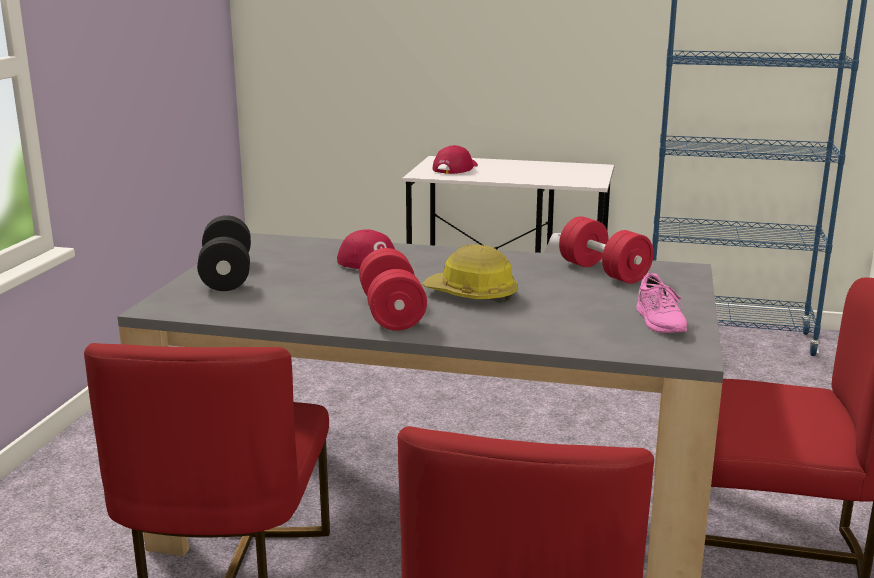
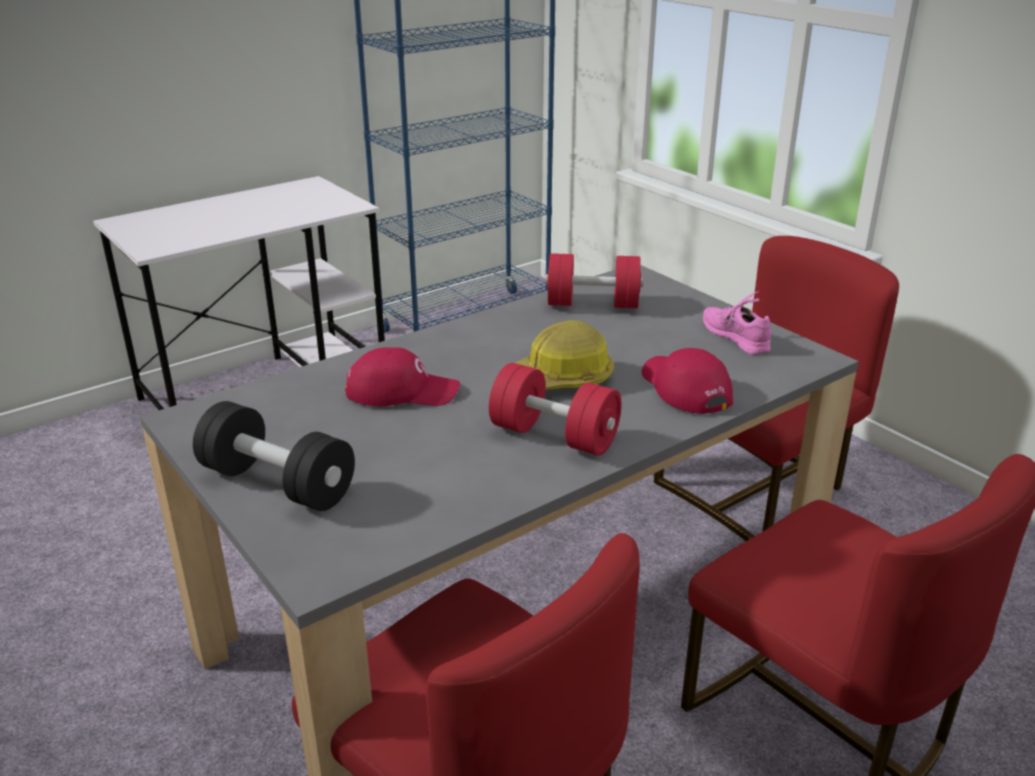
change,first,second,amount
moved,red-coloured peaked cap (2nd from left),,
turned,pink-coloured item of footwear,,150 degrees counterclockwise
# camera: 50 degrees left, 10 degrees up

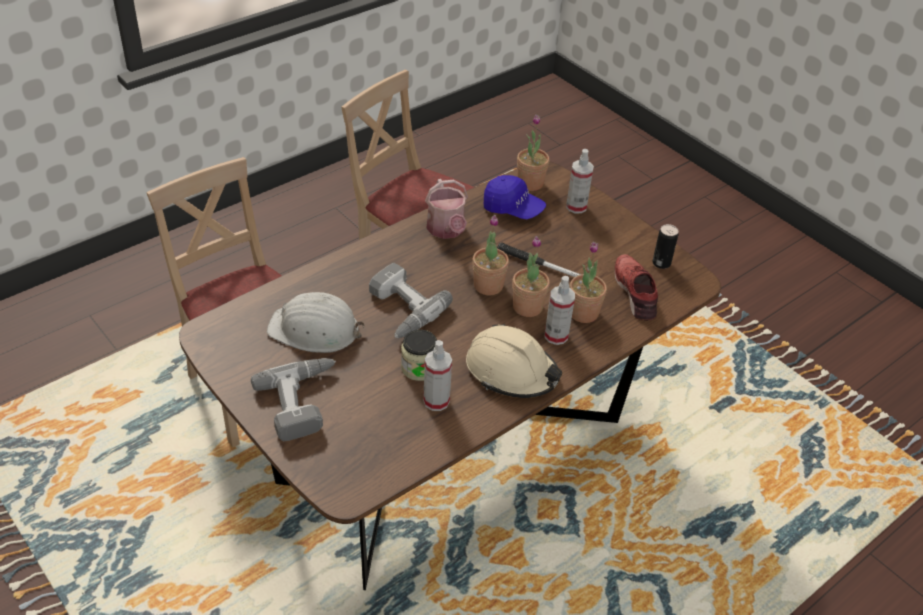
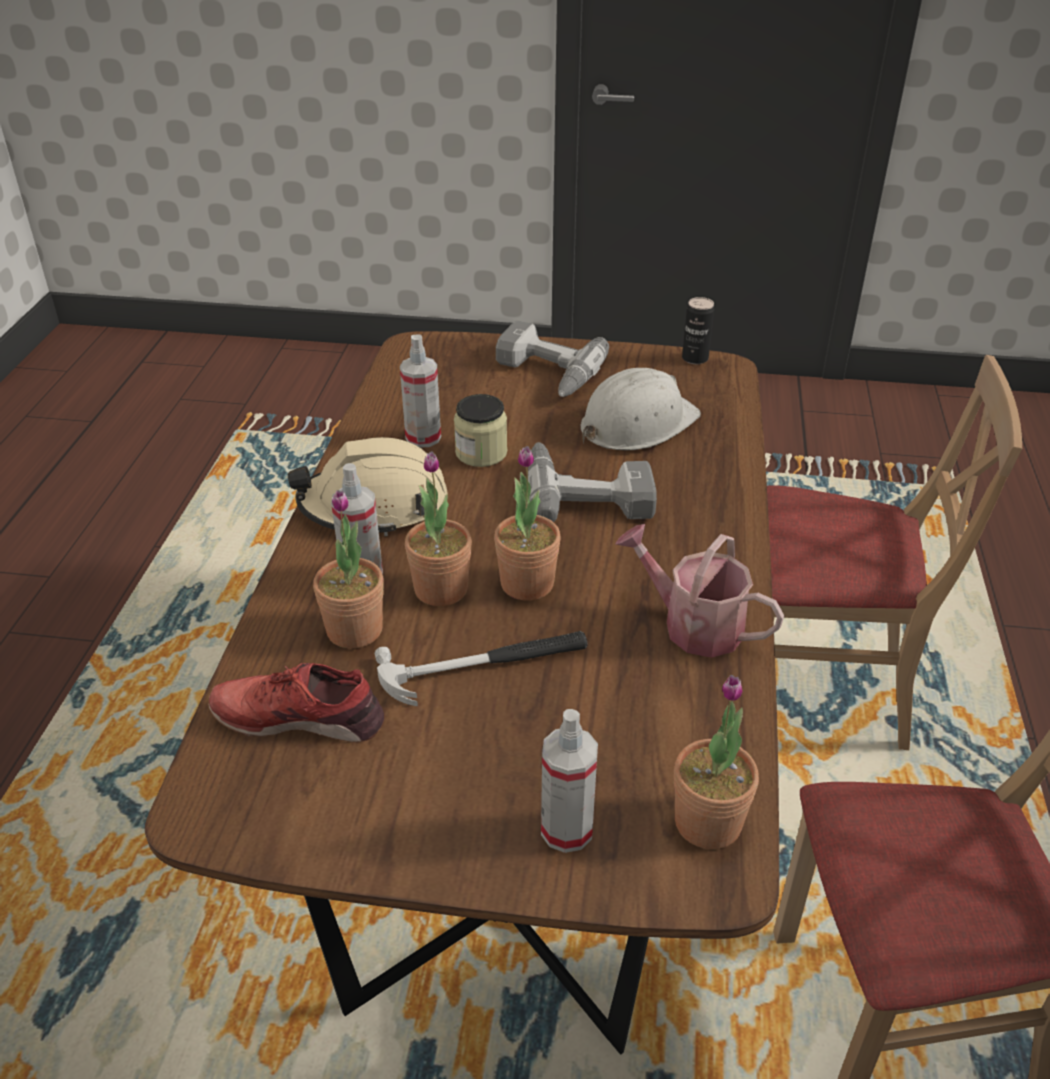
change,first,second,amount
removed,bluish peaked cap,,
moved,can,,
turned,red-coloured item of footwear,,150 degrees clockwise
# camera: 140 degrees right, 5 degrees down

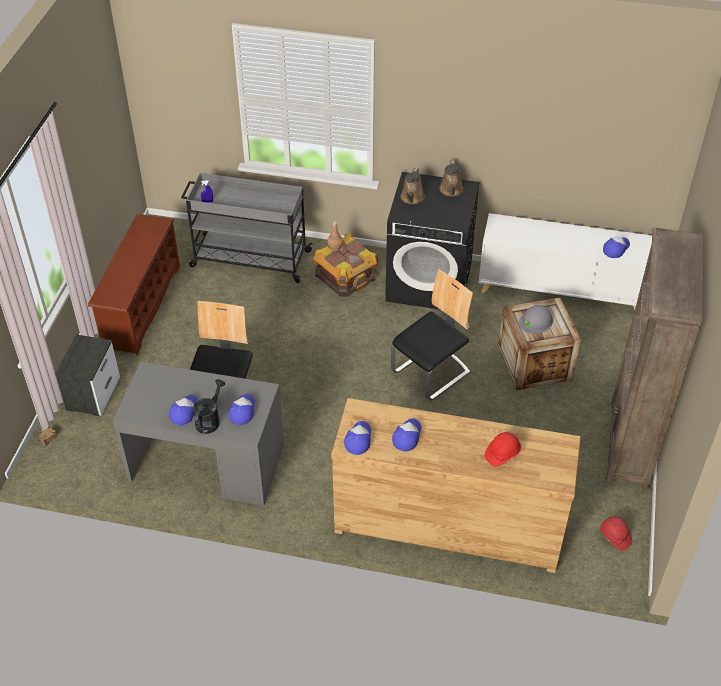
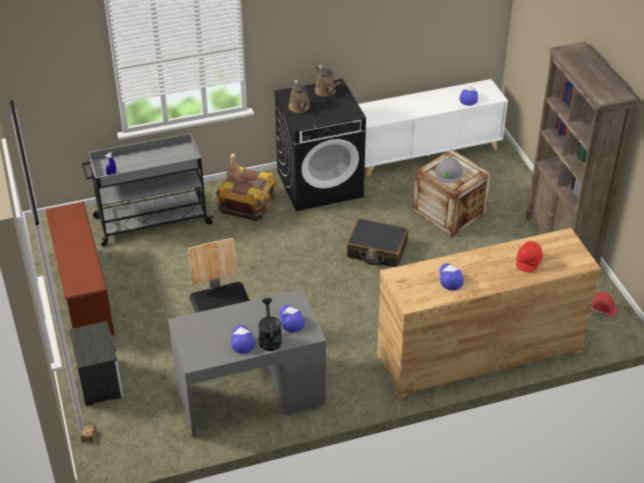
change,first,second,amount
replaced,plain chair (2nd from left),blackish travel case,
removed,peaked cap (3rd from left),,
# camera: 30 degrees left, 5 degrees down

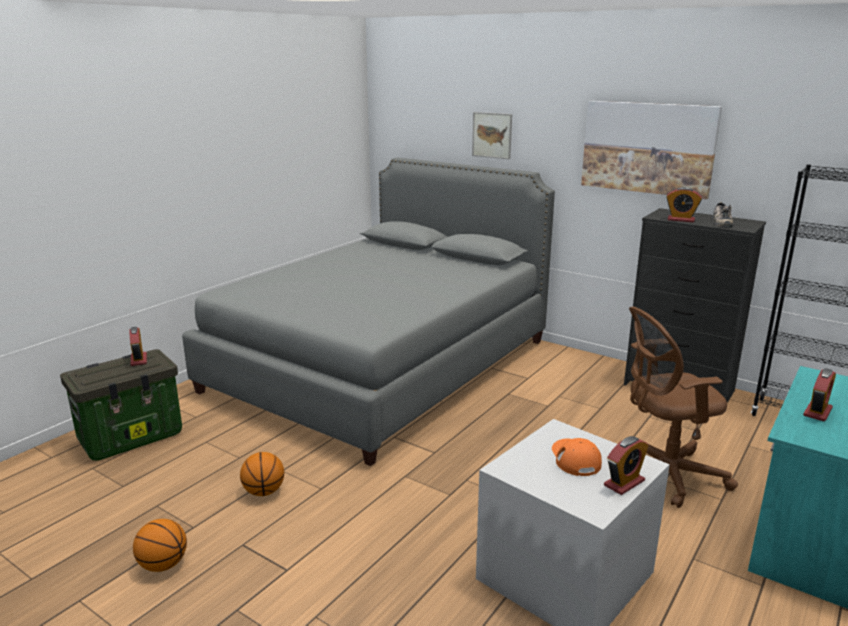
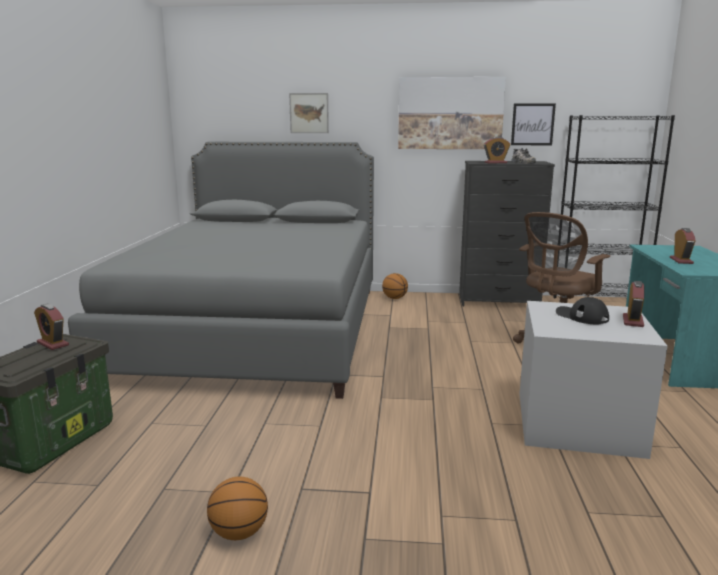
change,first,second,amount
recoloured,orangey peaked cap,blackish peaked cap,
moved,basketball ball (2nd from left),,
added,,wall picture (3rd from left),
# camera: 30 degrees left, 5 degrees down

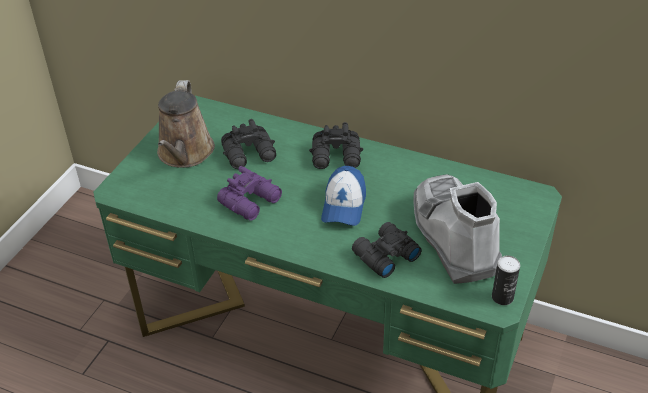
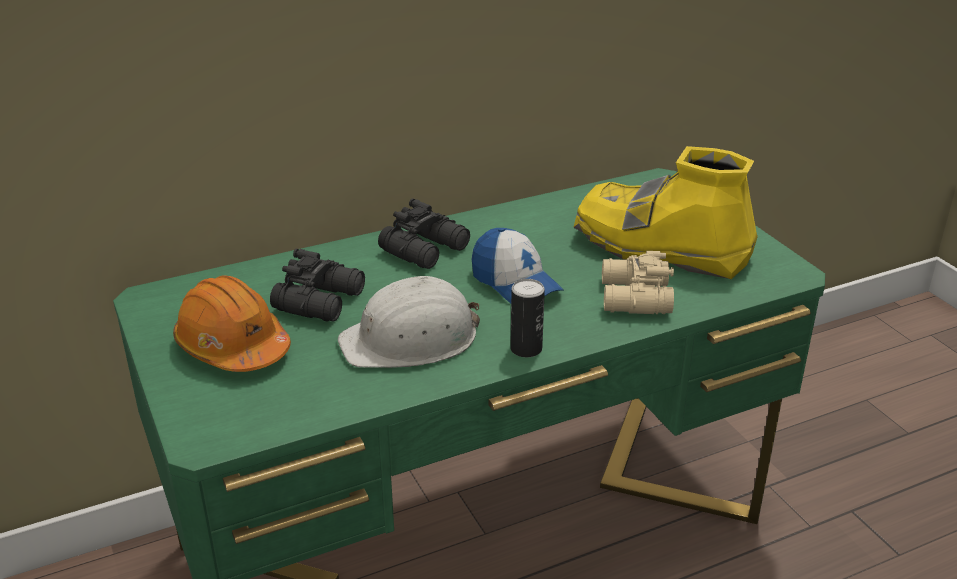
change,first,second,amount
replaced,brown watering can,orangey safety helmet,
replaced,purple binoculars,white-coloured safety helmet,
recoloured,grey tall boot,yellowish tall boot,
recoloured,blackish binoculars (3rd from left),sand-coloured binoculars,
moved,can,,
# camera: 50 degrees left, 10 degrees down

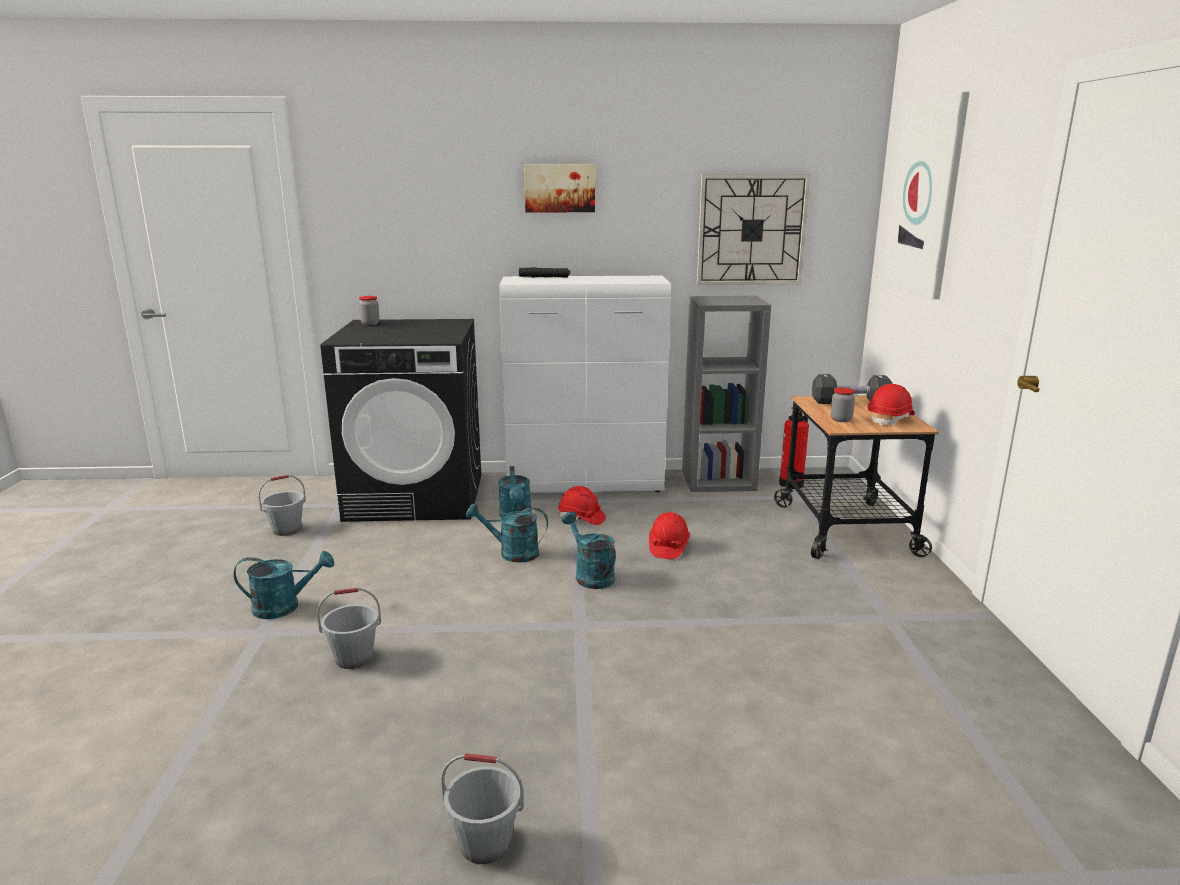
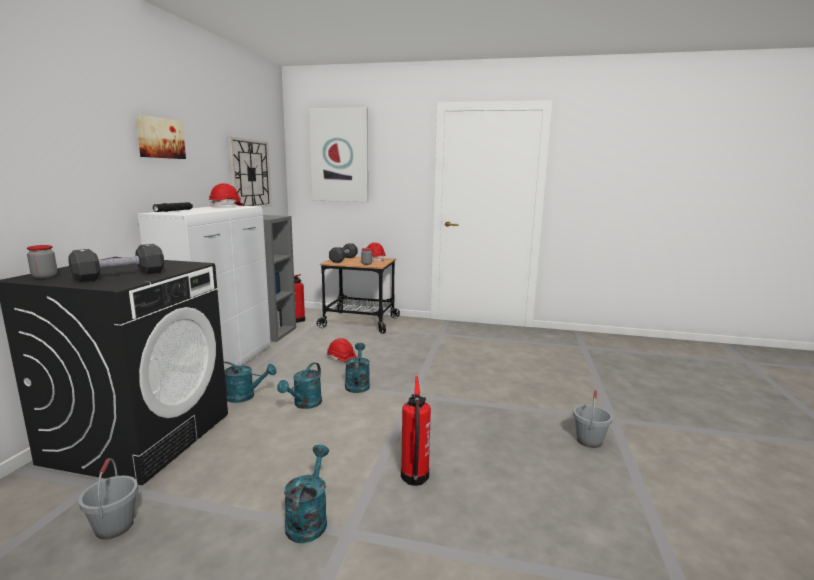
change,first,second,amount
moved,red-coloured safety helmet (1st from left),,
turned,turquoise-coloured watering can (4th from left),,105 degrees clockwise
replaced,grey bucket (2nd from left),fire extinguisher (2nd from left),
added,,blackish free weight (1st from left),
# camera: 75 degrees left, 5 degrees down

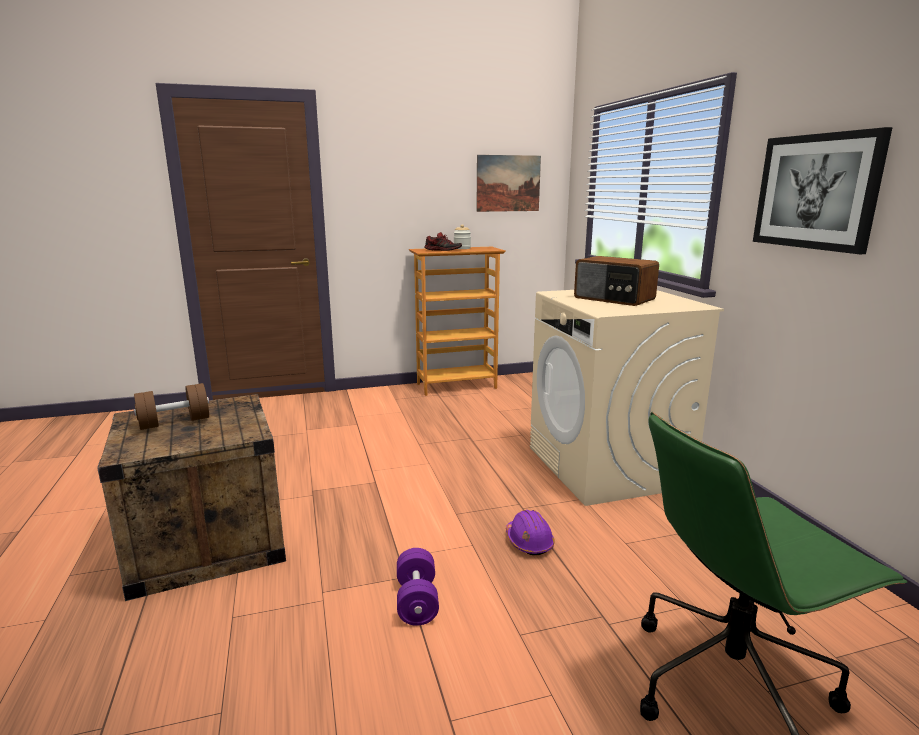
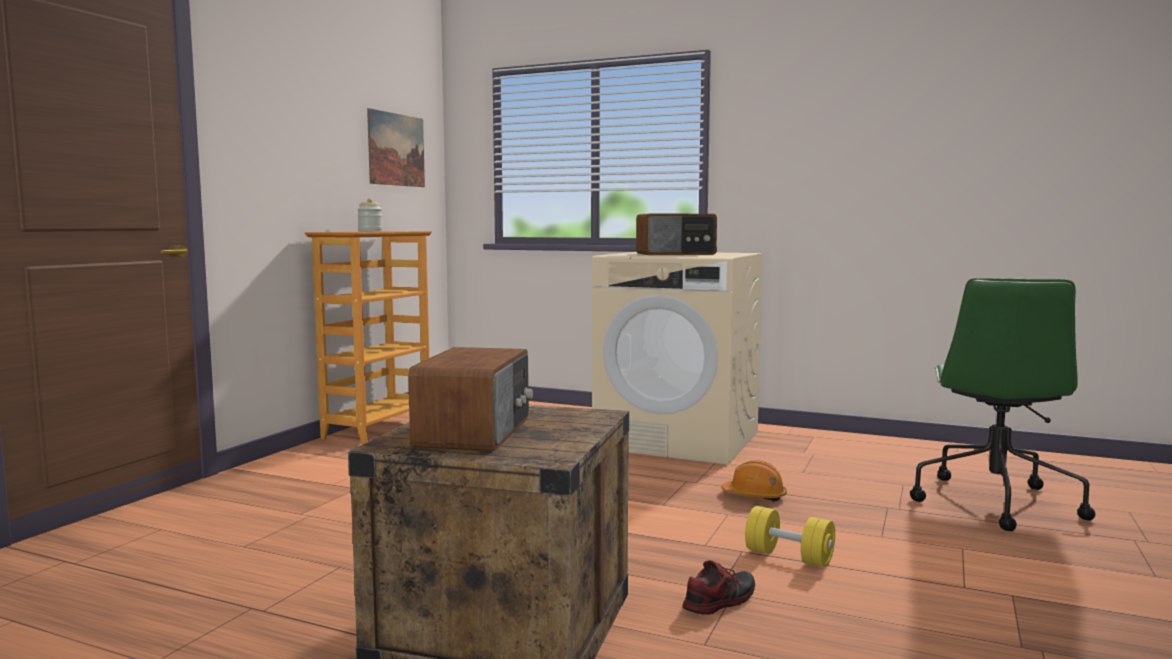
change,first,second,amount
removed,wall picture (2nd from left),,
moved,item of footwear,,
replaced,brown free weight,radio receiver (1st from left),
recoloured,purple safety helmet,orangey safety helmet,
recoloured,purple free weight,yellowish free weight,
# camera: 50 degrees left, 10 degrees down

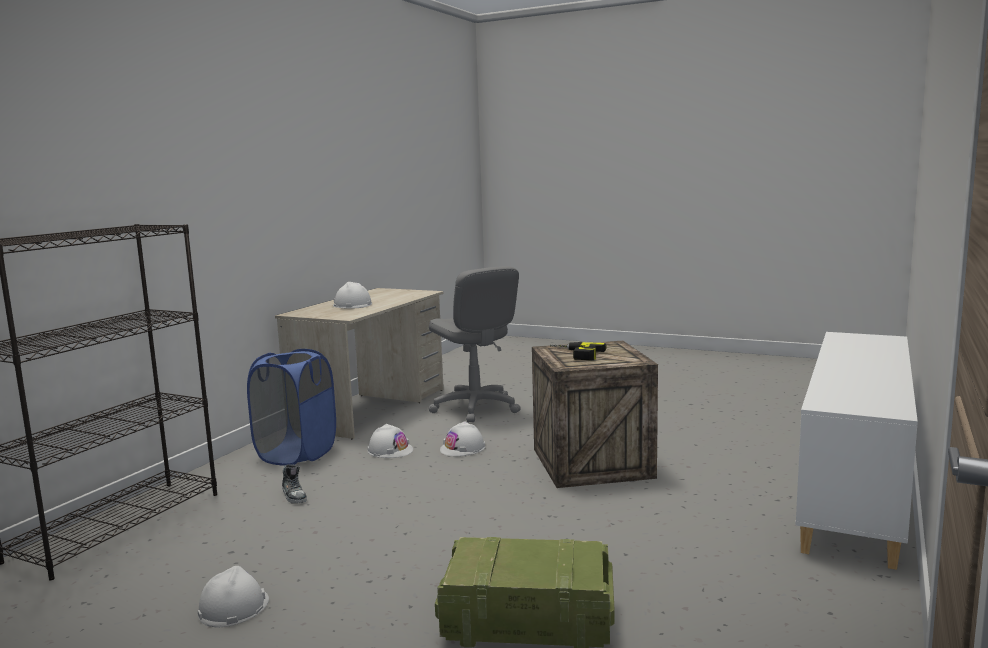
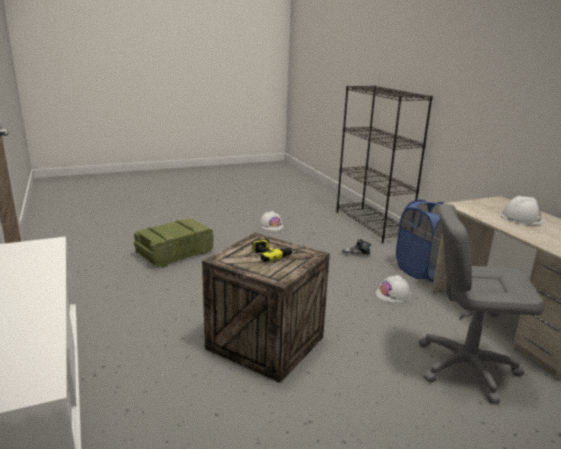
change,first,second,amount
removed,white-coloured safety helmet (4th from left),,
# camera: 130 degrees right, 10 degrees up

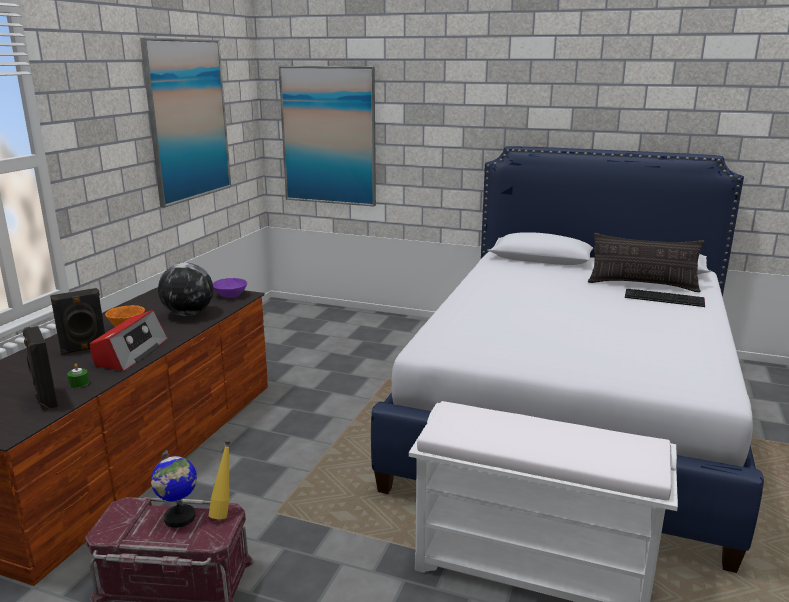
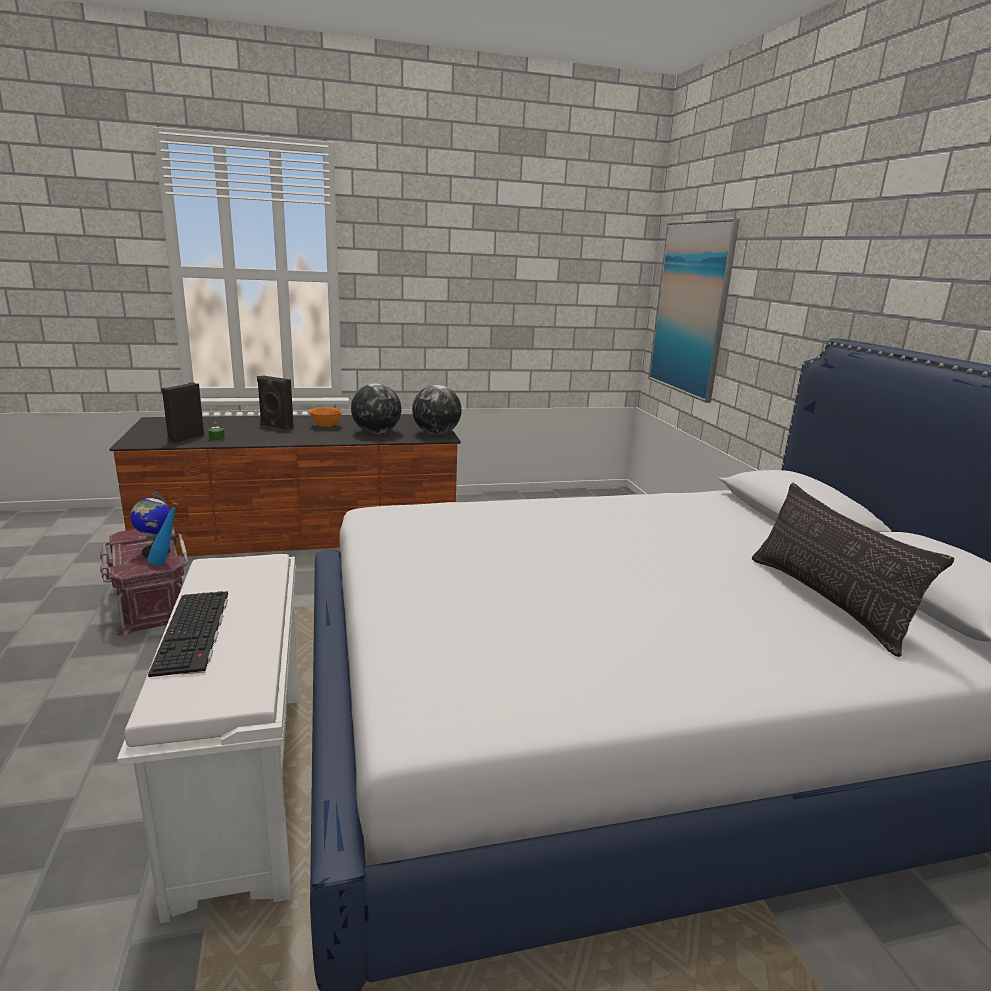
change,first,second,amount
removed,wall picture (1st from left),,
replaced,purple bowl,desk globe (3rd from left),
moved,computer keyboard,,
removed,radio receiver,,
recoloured,yellowish beverage bottle,bluish beverage bottle,
# camera: 55 degrees right, 0 degrees up

